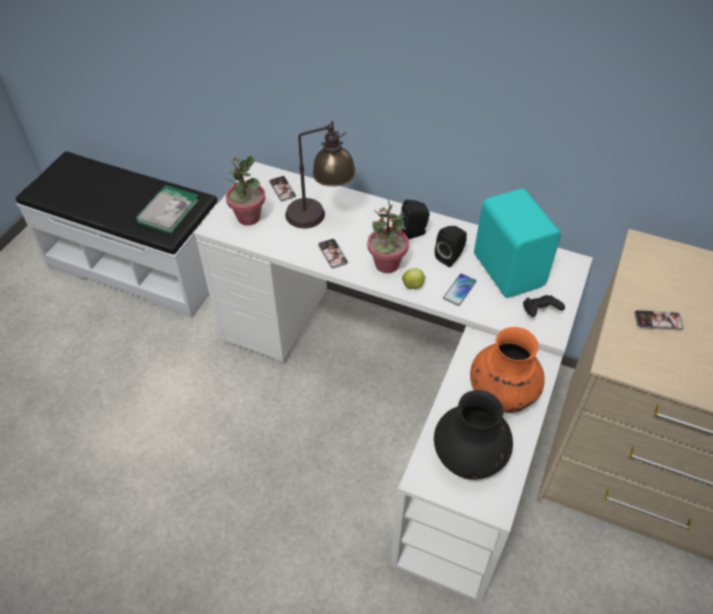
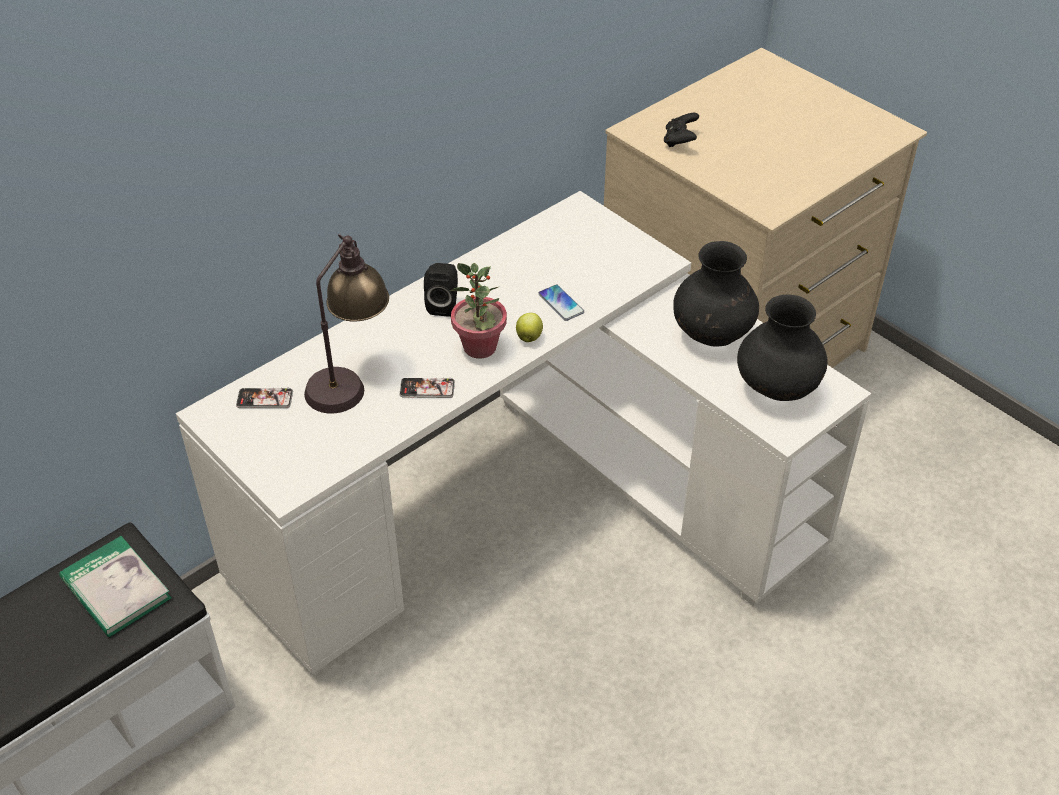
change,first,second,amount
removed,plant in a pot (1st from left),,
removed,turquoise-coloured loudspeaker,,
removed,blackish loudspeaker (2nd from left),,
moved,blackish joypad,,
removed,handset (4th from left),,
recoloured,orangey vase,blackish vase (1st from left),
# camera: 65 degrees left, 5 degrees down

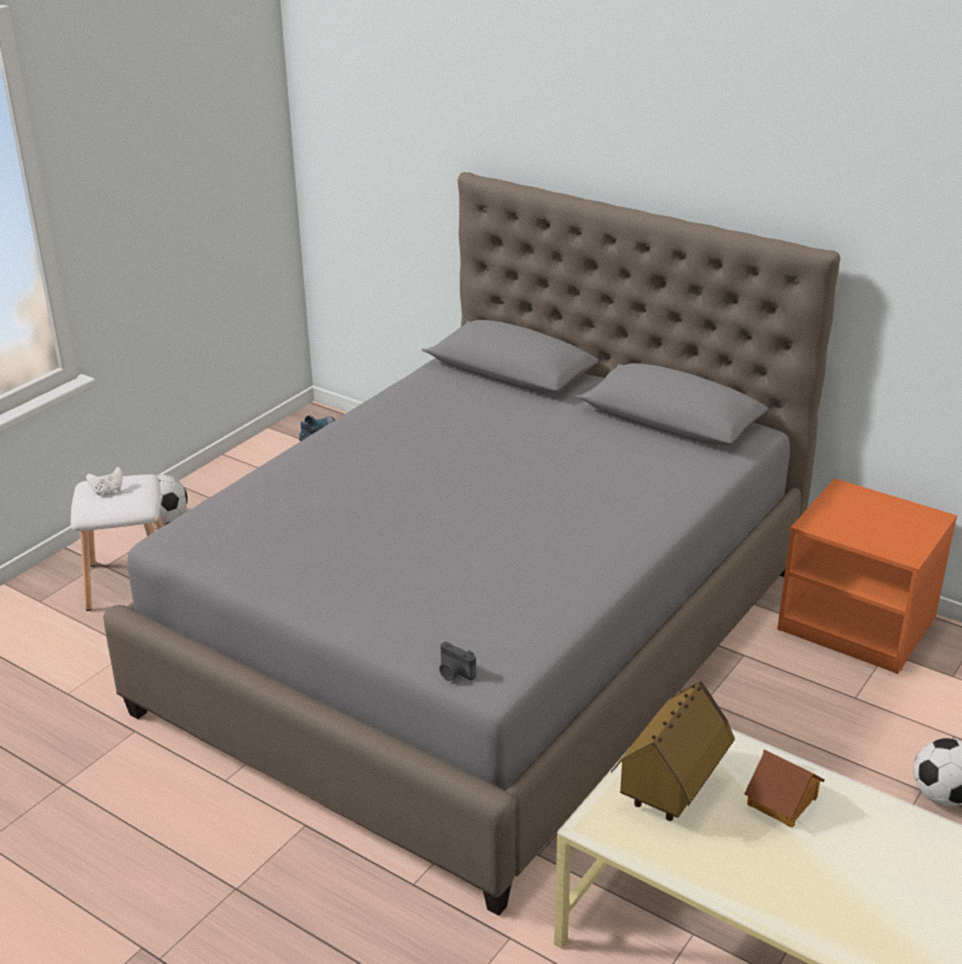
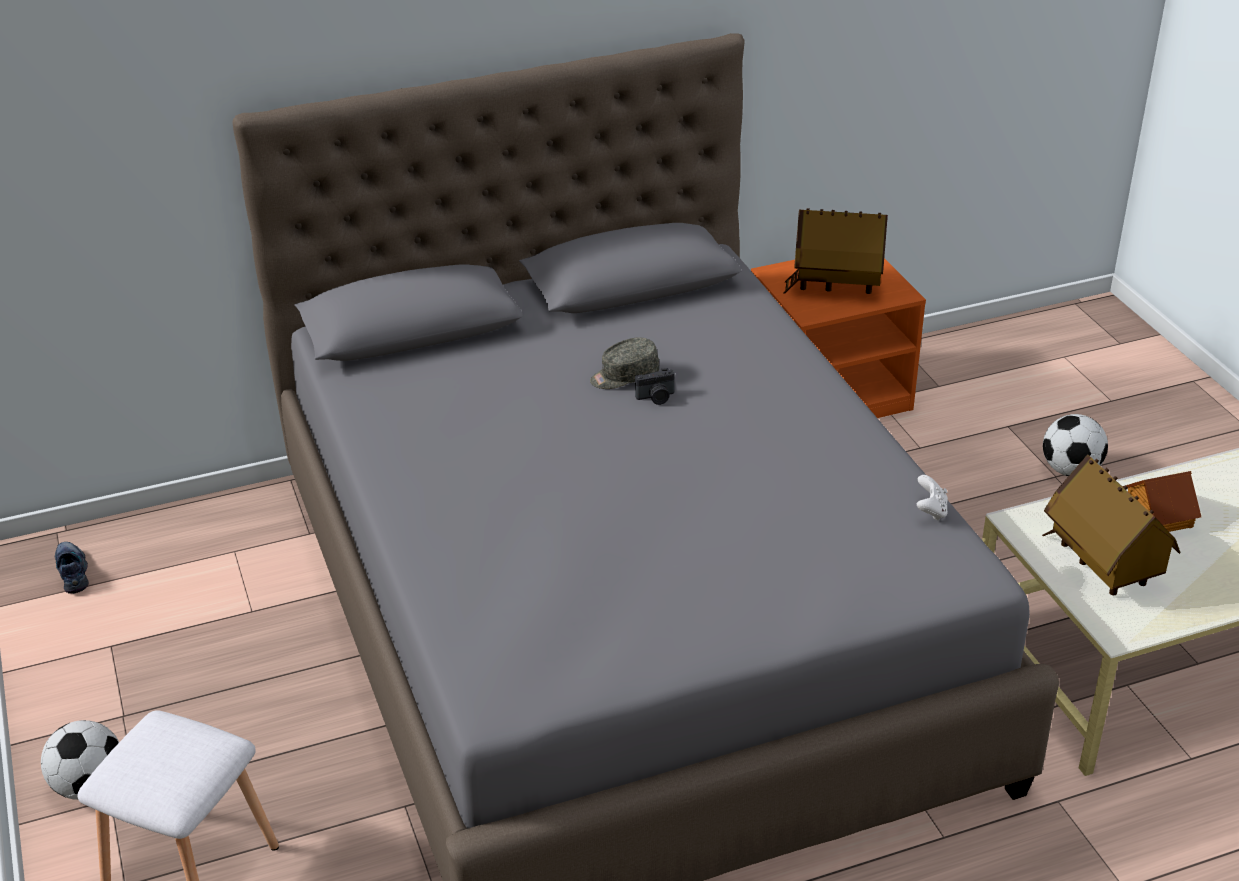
change,first,second,amount
moved,white-coloured joypad,,
moved,photo camera,,
added,,model house (1st from left),
added,,grey peaked cap,
# camera: 55 degrees left, 5 degrees up

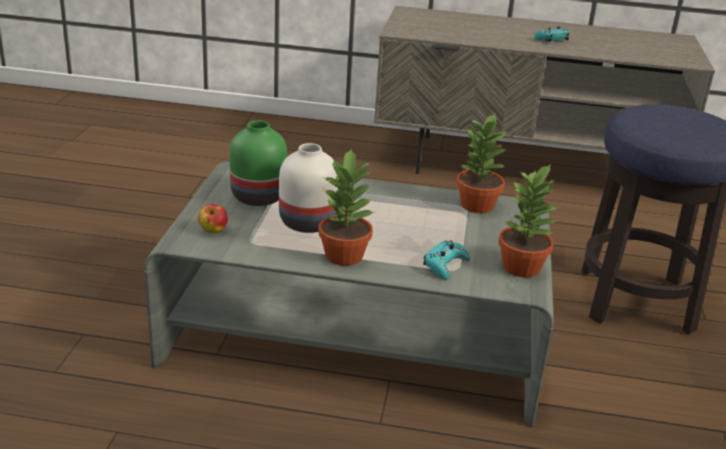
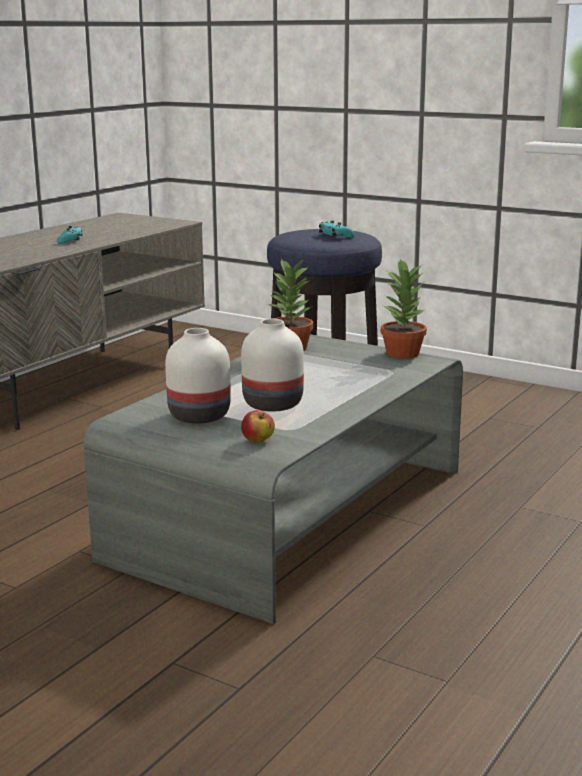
change,first,second,amount
recoloured,green vase,white-coloured vase (1st from left),
removed,plant in a pot (1st from left),,
moved,turquoise-coloured joypad (1st from left in the first image),turquoise-coloured joypad (2nd from left),
# camera: 65 degrees left, 10 degrees down

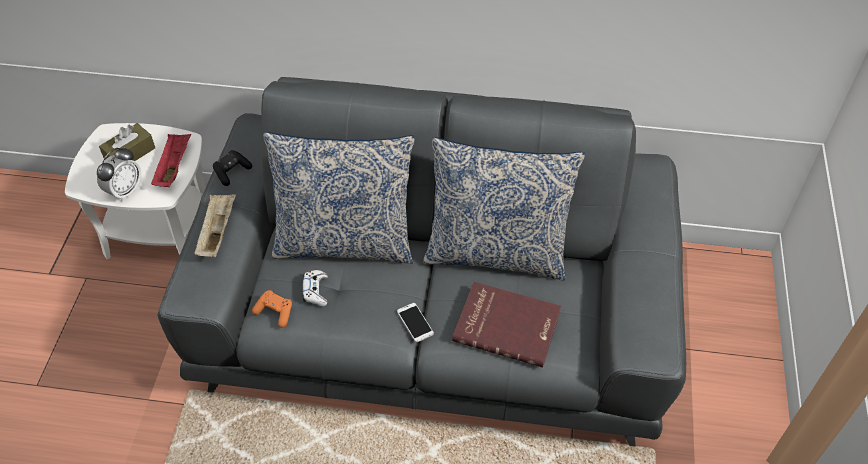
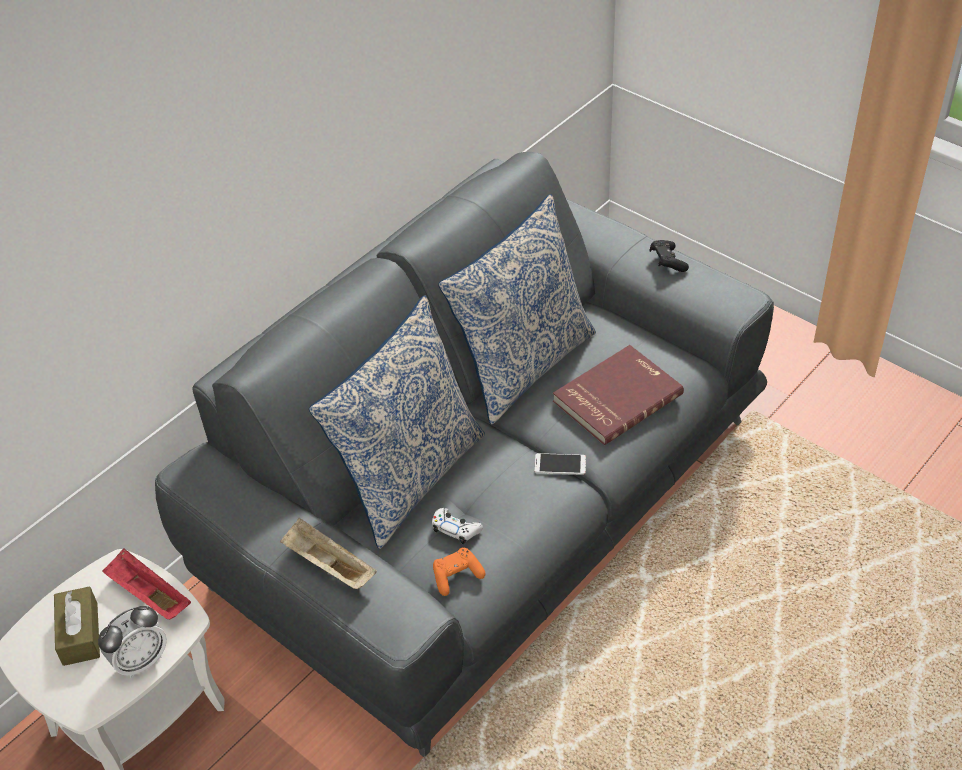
change,first,second,amount
turned,alarm clock,,75 degrees clockwise
moved,blackish joypad,,
# camera: 55 degrees left, 5 degrees down

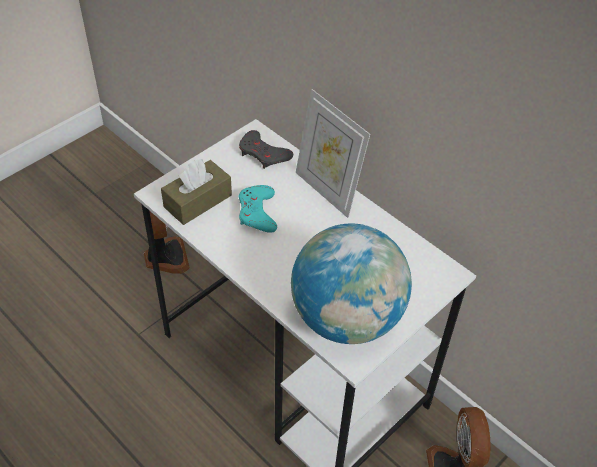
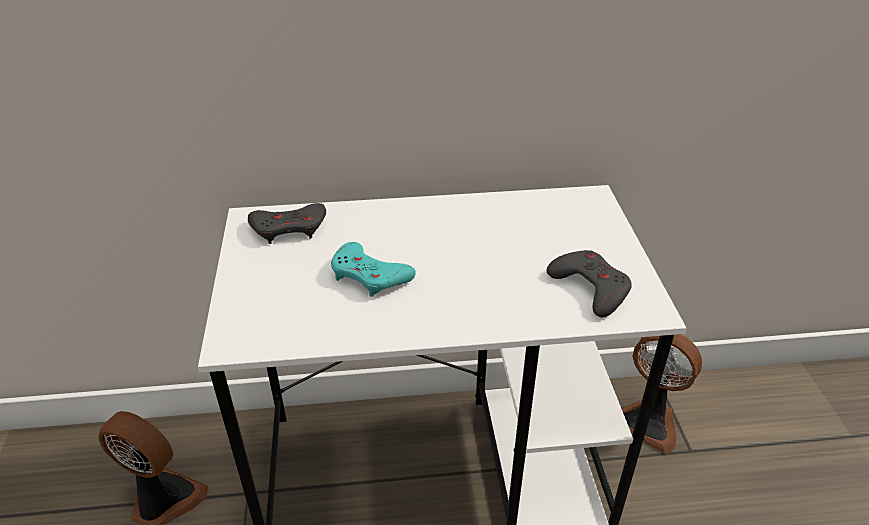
change,first,second,amount
removed,picture frame,,
removed,brown tissue holder,,
replaced,desk globe,grey joypad (2nd from left),
# camera: 50 degrees left, 10 degrees down

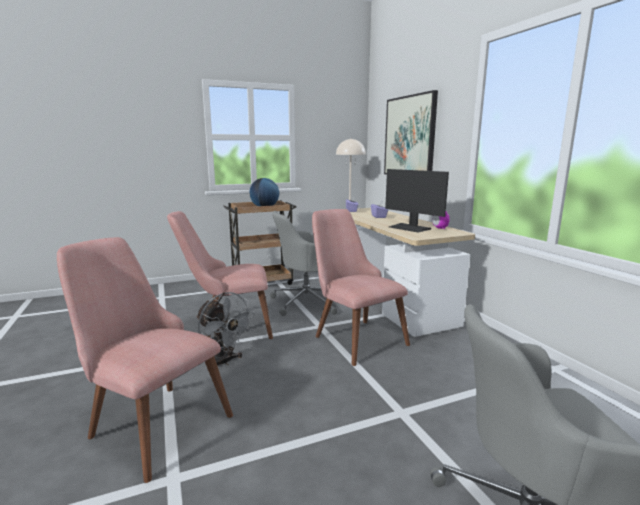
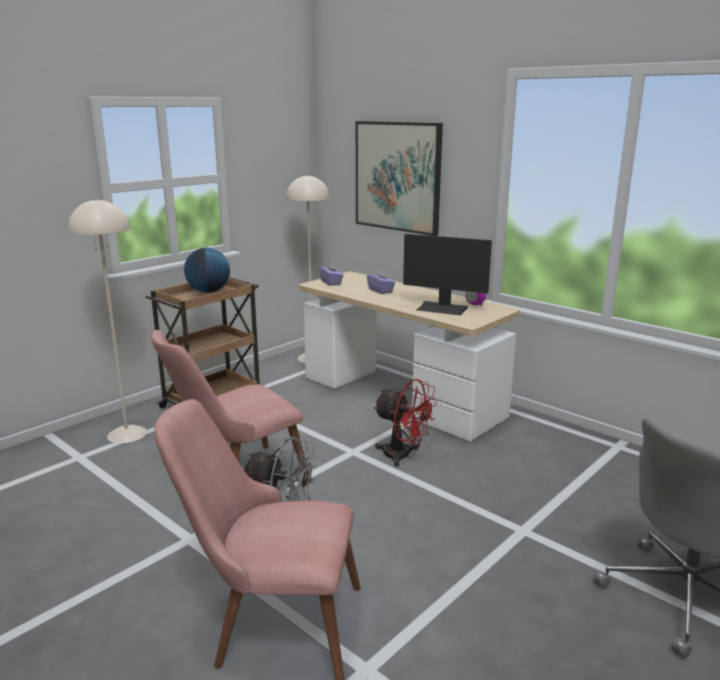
change,first,second,amount
replaced,pink-coloured plain chair (3rd from left),red-coloured fan,
removed,grey desk chair (1st from left),,
added,,sand-coloured standing lamp (1st from left),
# camera: 25 degrees left, 5 degrees up

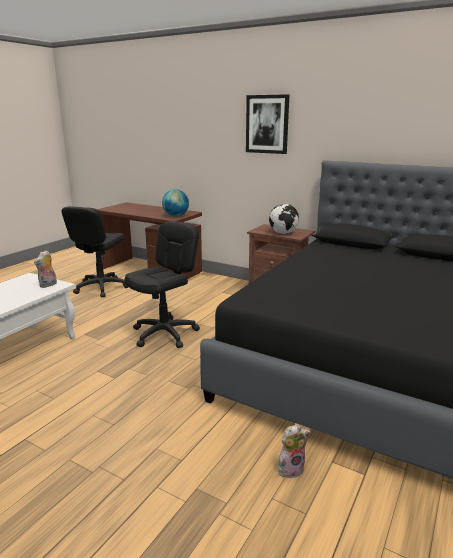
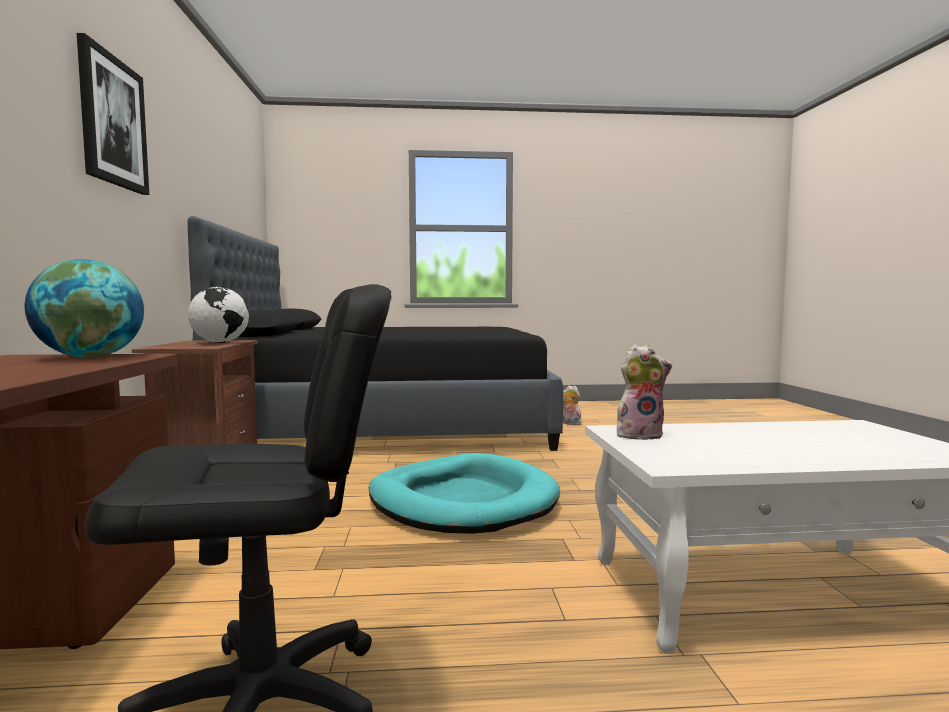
change,first,second,amount
replaced,blackish desk chair (2nd from left),turquoise-coloured pet bed,
# camera: 125 degrees left, 15 degrees down

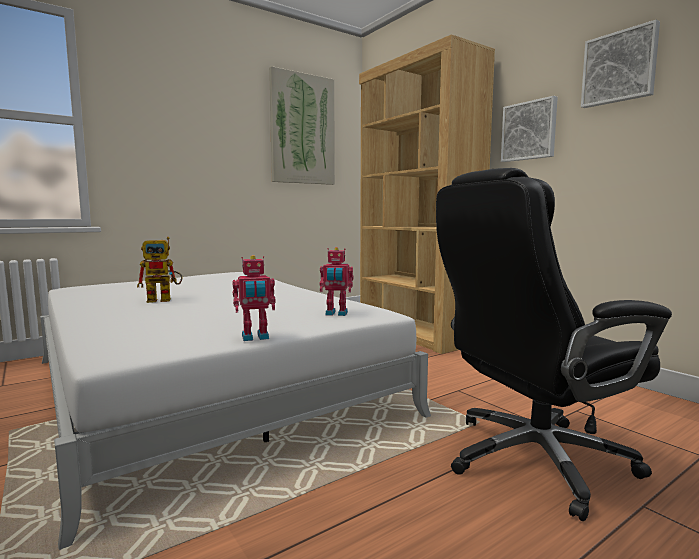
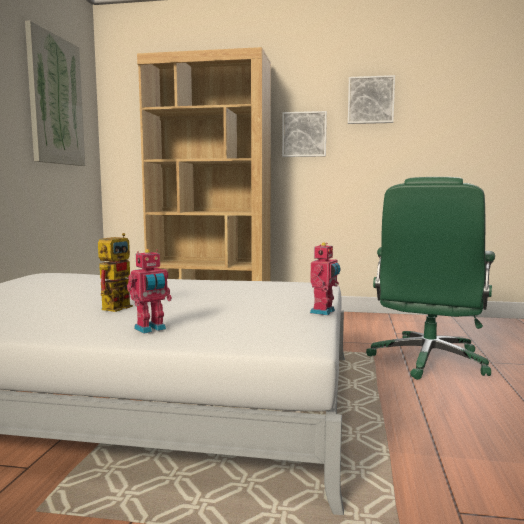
change,first,second,amount
recoloured,blackish desk chair,green desk chair,
moved,toy robot (3rd from left in the first image),toy robot (2nd from left),
# camera: 45 degrees left, 0 degrees up

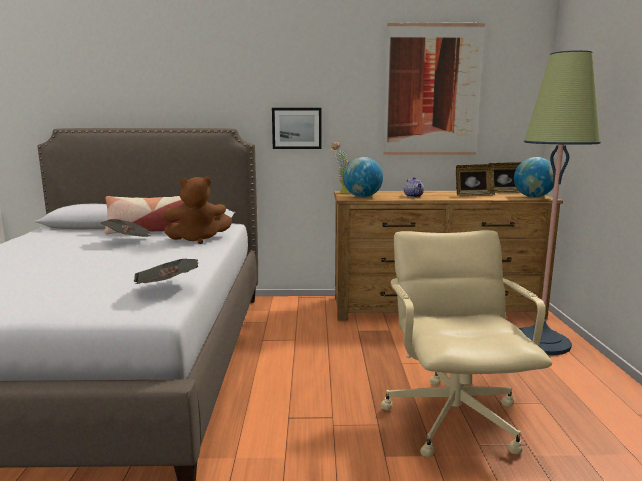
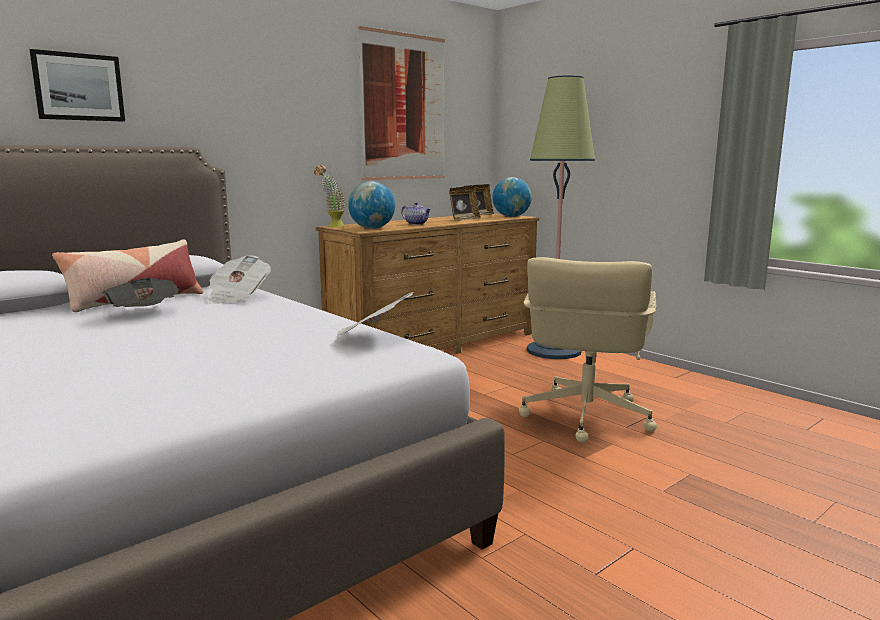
change,first,second,amount
moved,wall picture (1st from left),,
replaced,brown soft toy,printed paper (2nd from left),
turned,sand-coloured desk chair,,120 degrees counterclockwise
# camera: 40 degrees left, 0 degrees up

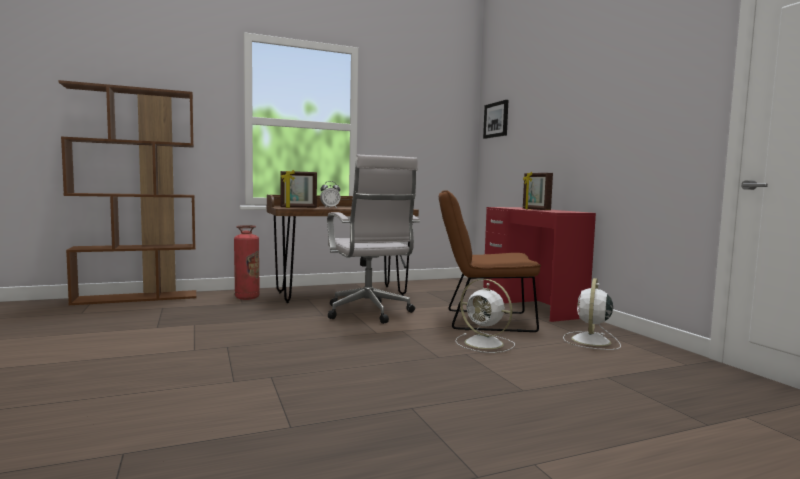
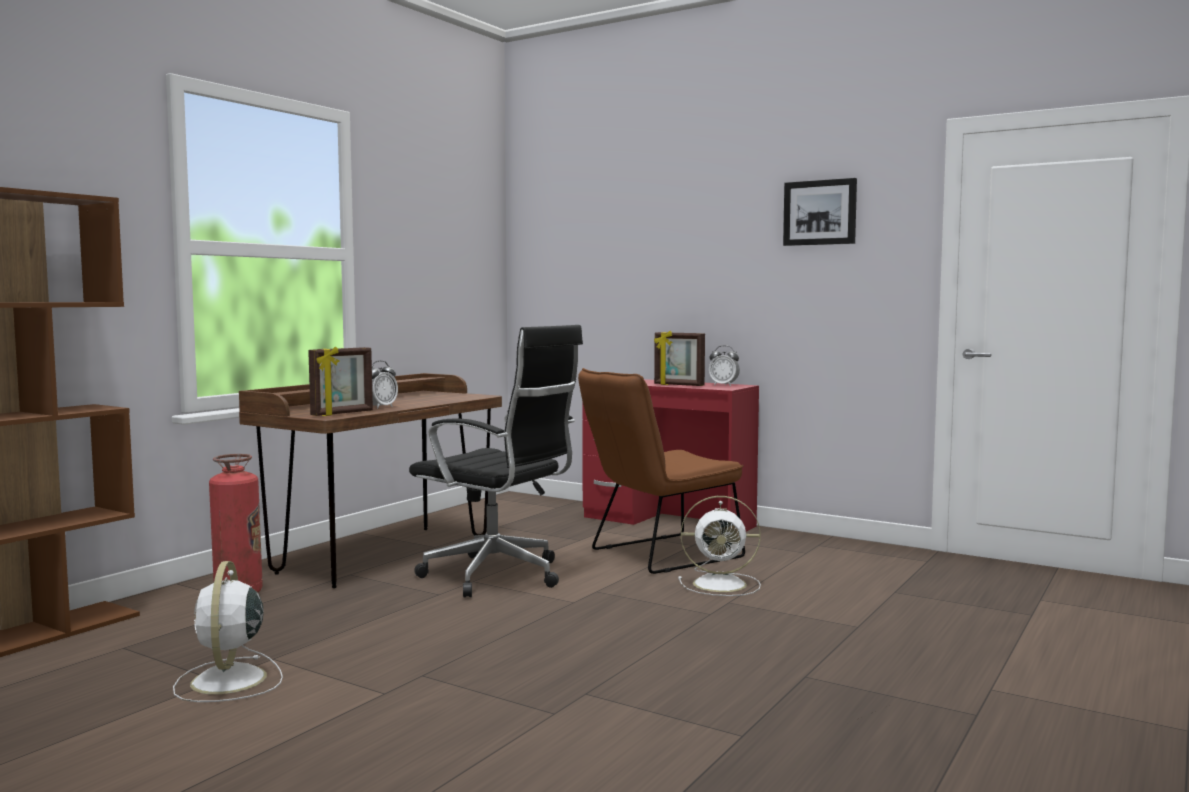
change,first,second,amount
moved,wall picture,,
recoloured,white-coloured desk chair,blackish desk chair,
moved,white-coloured fan (2nd from left in the first image),white-coloured fan (1st from left),
added,,alarm clock (2nd from left),
# camera: 35 degrees left, 0 degrees up

